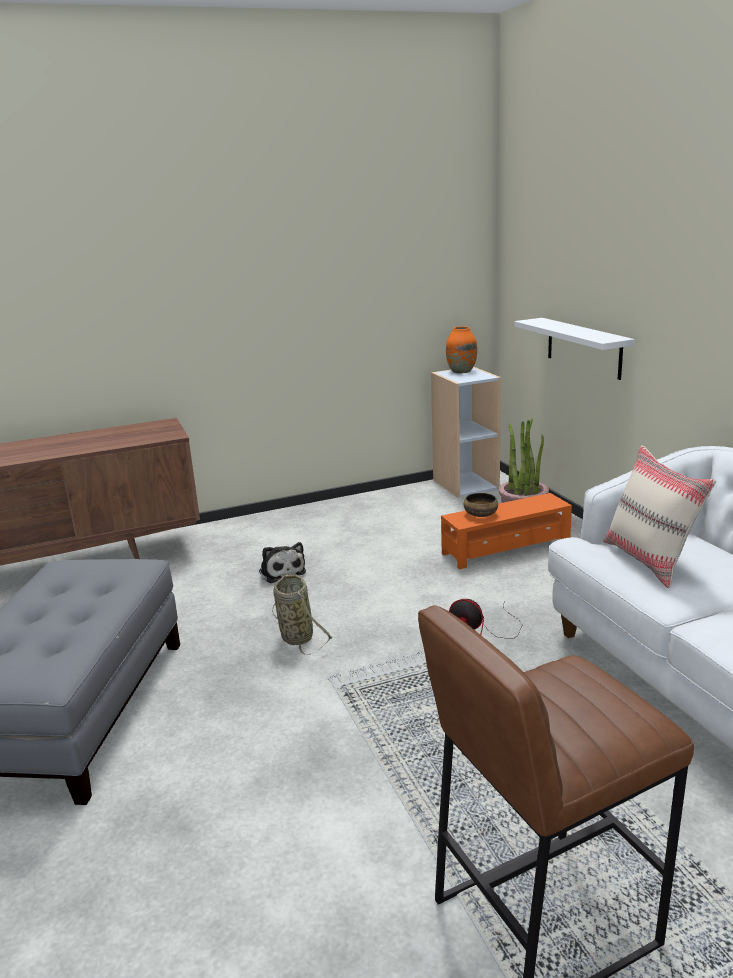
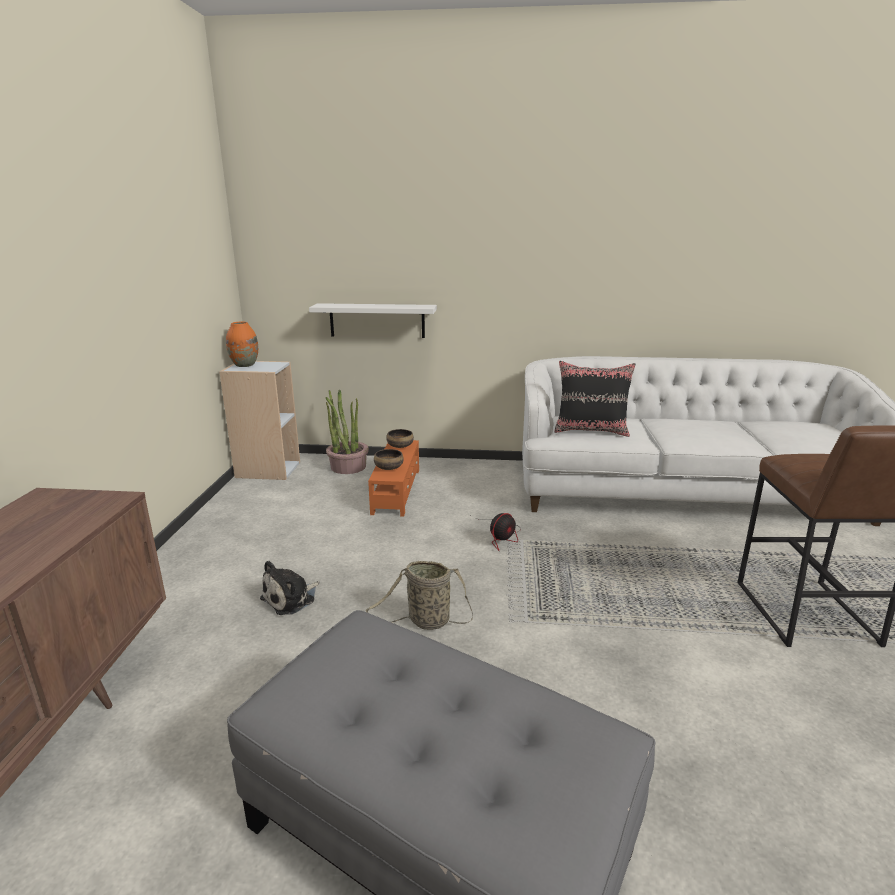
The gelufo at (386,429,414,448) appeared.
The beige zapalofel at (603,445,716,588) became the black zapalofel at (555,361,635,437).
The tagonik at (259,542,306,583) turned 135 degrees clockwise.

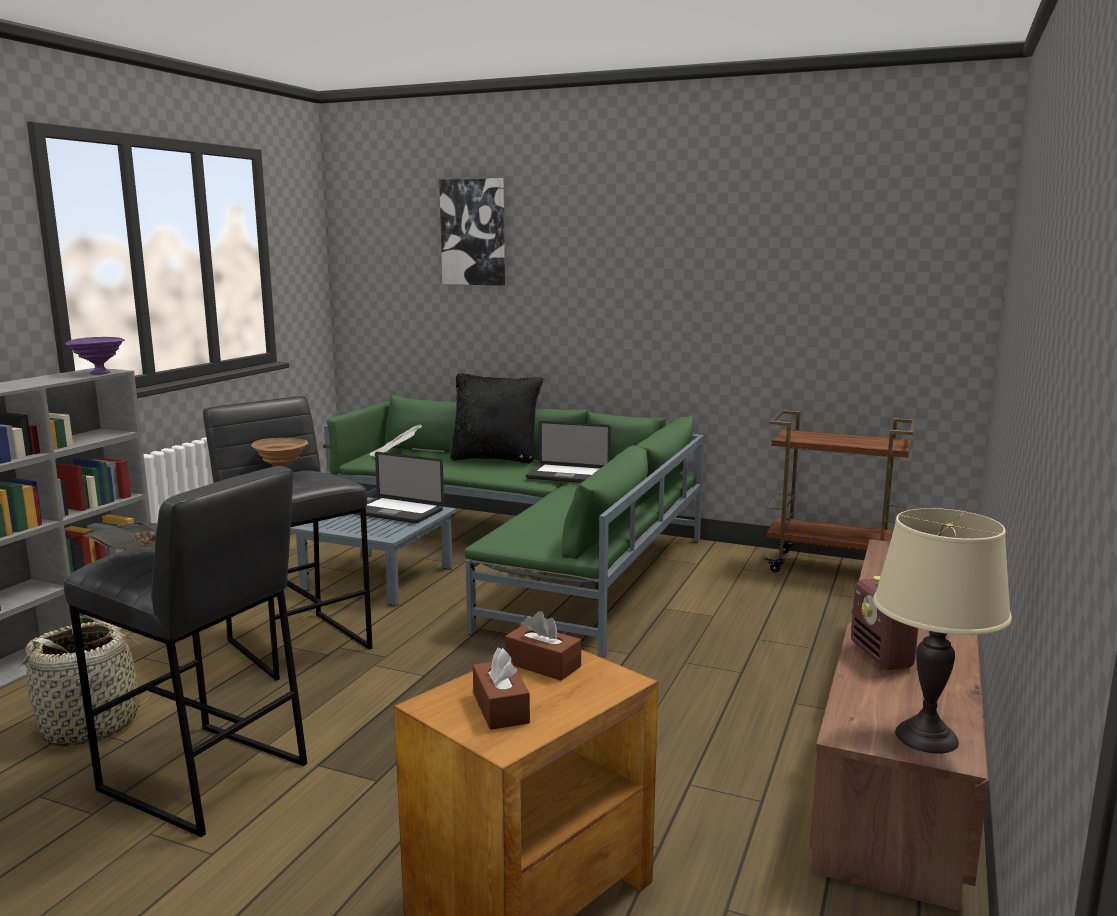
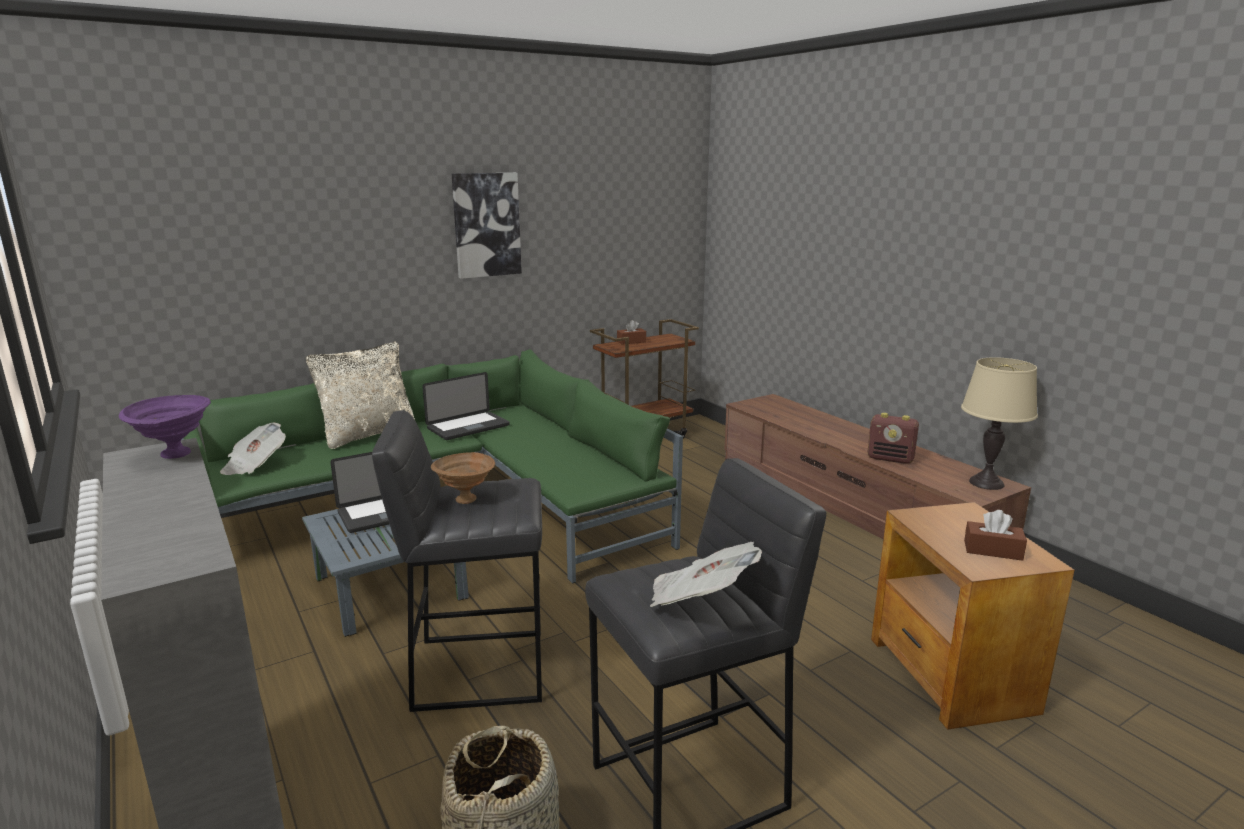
The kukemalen moved from (439,178,505,286) to (452,173,522,279).
The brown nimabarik moved from (505,611,581,681) to (617,320,646,345).
The black zapalofel at (450,373,544,463) became the beige zapalofel at (305,341,414,449).

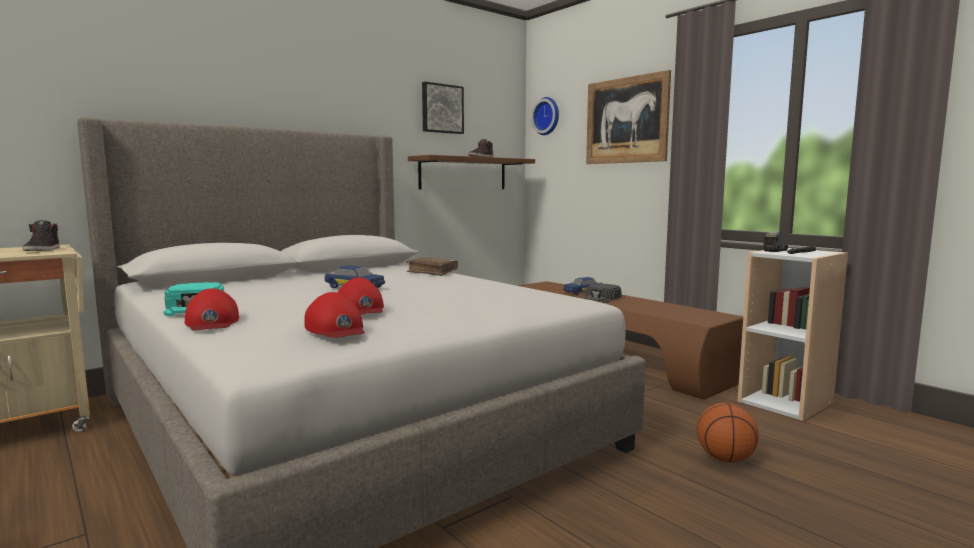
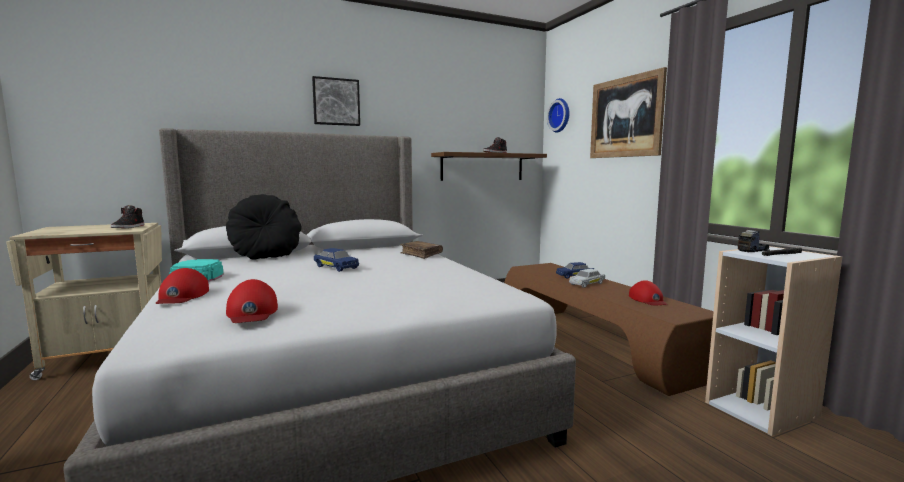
The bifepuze at (697,403,759,462) disappeared.
The black zapalofel at (226,194,302,260) appeared.
The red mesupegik moved from (338,277,384,314) to (629,280,668,305).
The kukemalen moved from (422,82,464,134) to (312,76,360,126).
The black mesupegik at (582,283,622,303) was replaced by the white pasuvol at (569,269,605,288).

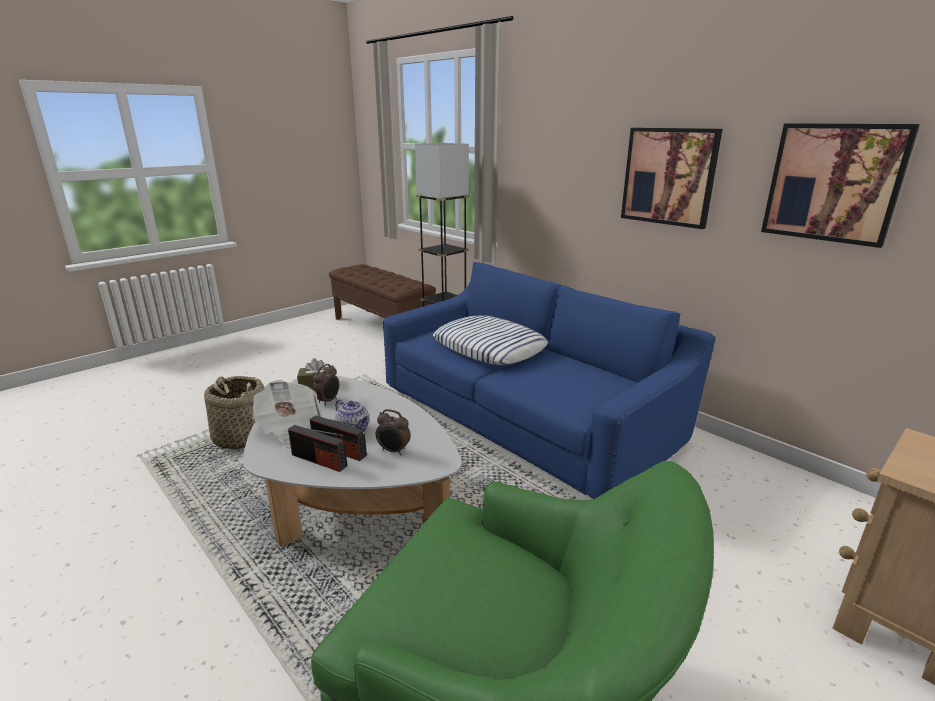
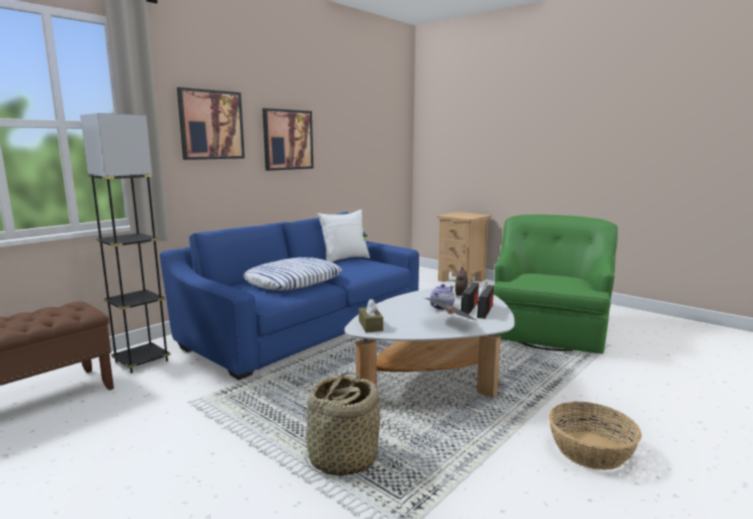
The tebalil at (312,364,339,406) disappeared.
The white zapalofel at (318,210,370,262) appeared.
The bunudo at (549,402,642,470) appeared.
The kukemalen moved from (761,123,920,248) to (177,87,245,160).

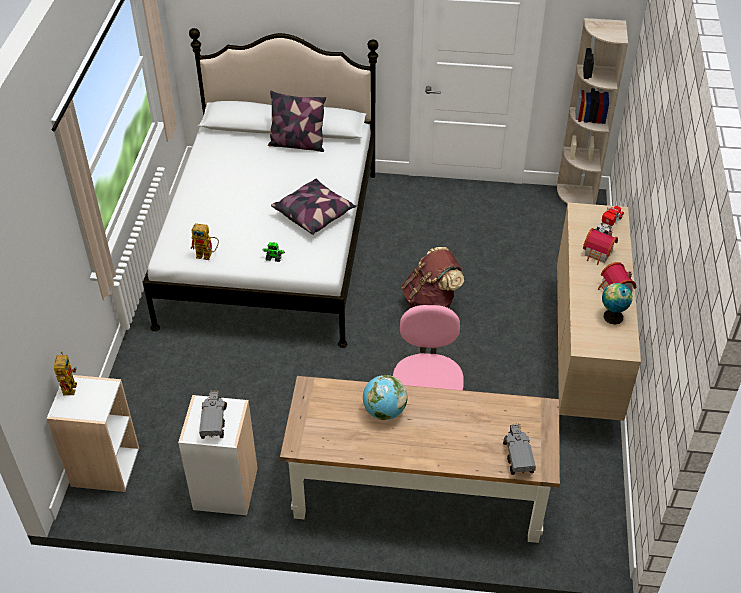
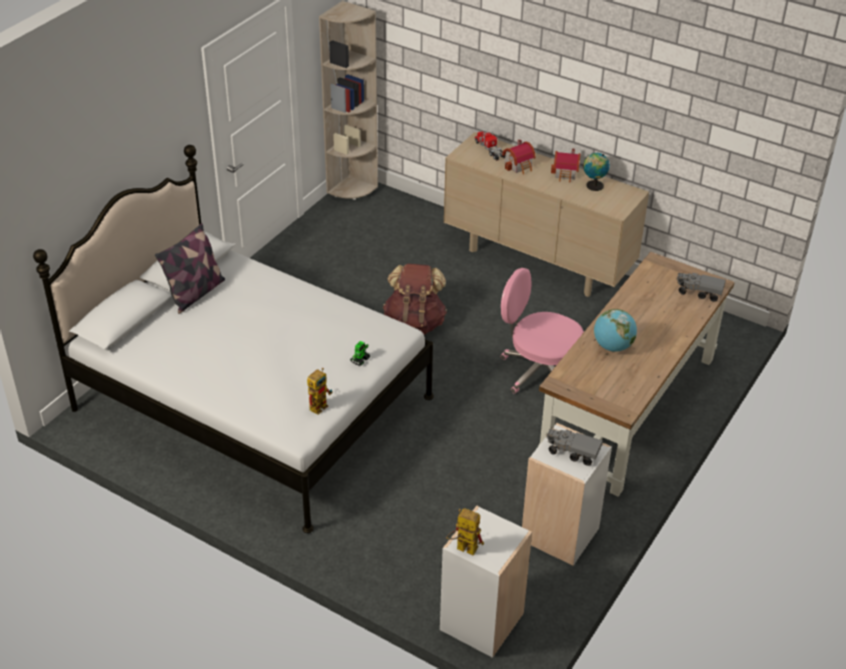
The zapalofel at (271,178,356,235) disappeared.

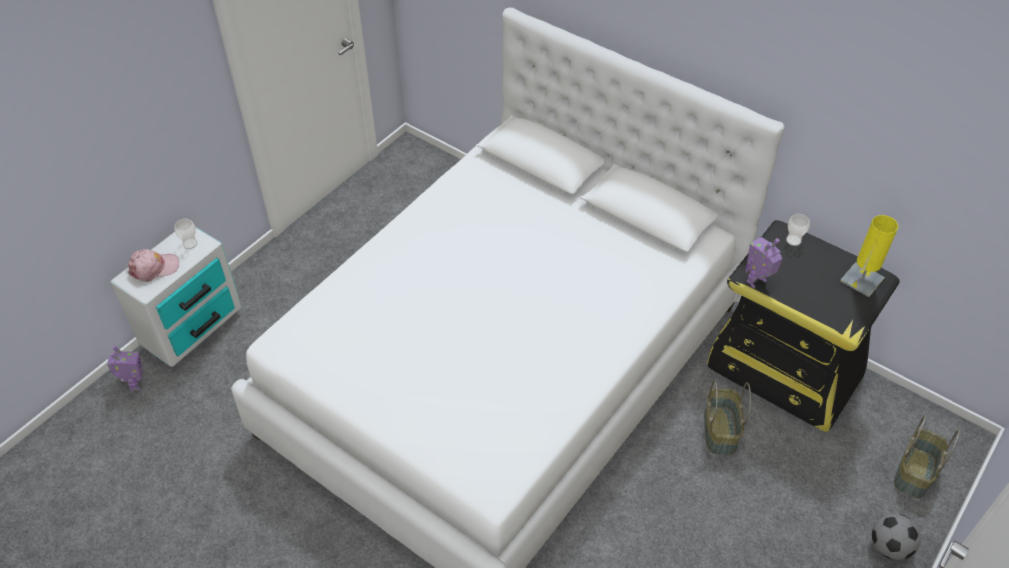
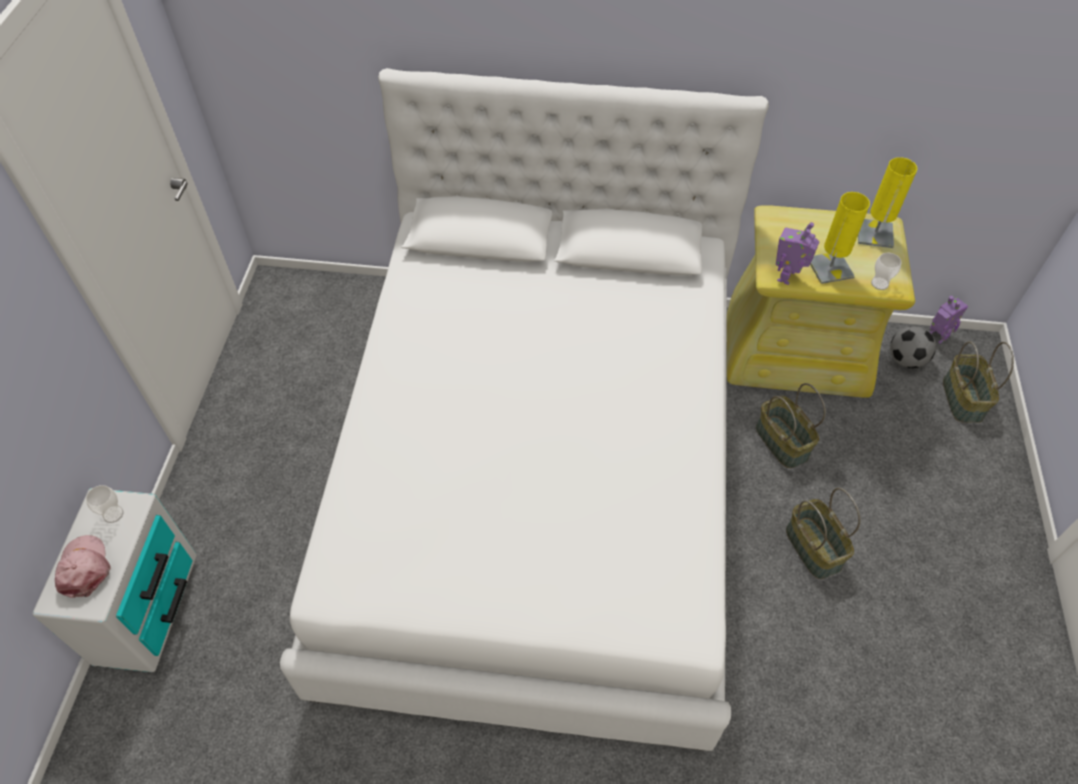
The bunudo at (786,488,860,579) appeared.
The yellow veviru at (810,192,870,284) appeared.
The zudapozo moved from (107,345,143,391) to (930,296,968,344).
The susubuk moved from (786,214,810,246) to (871,253,902,290).
The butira moved from (872,513,921,560) to (890,326,936,368).
The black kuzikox at (707,220,900,432) became the yellow kuzikox at (727,205,915,398).
The pink mesupegik at (127,249,179,282) turned 60 degrees counterclockwise.

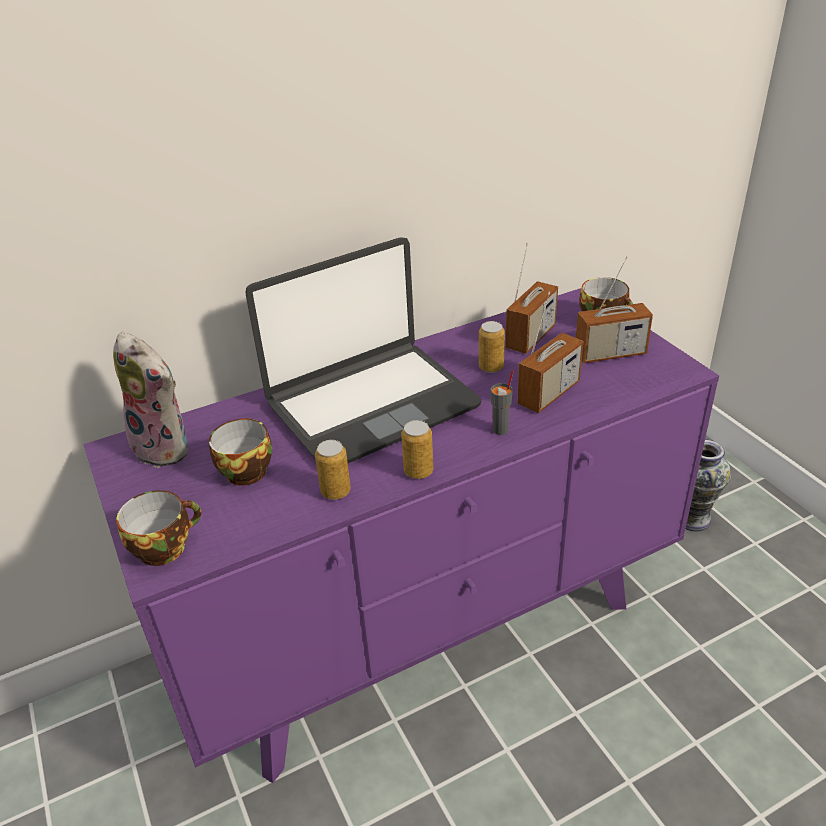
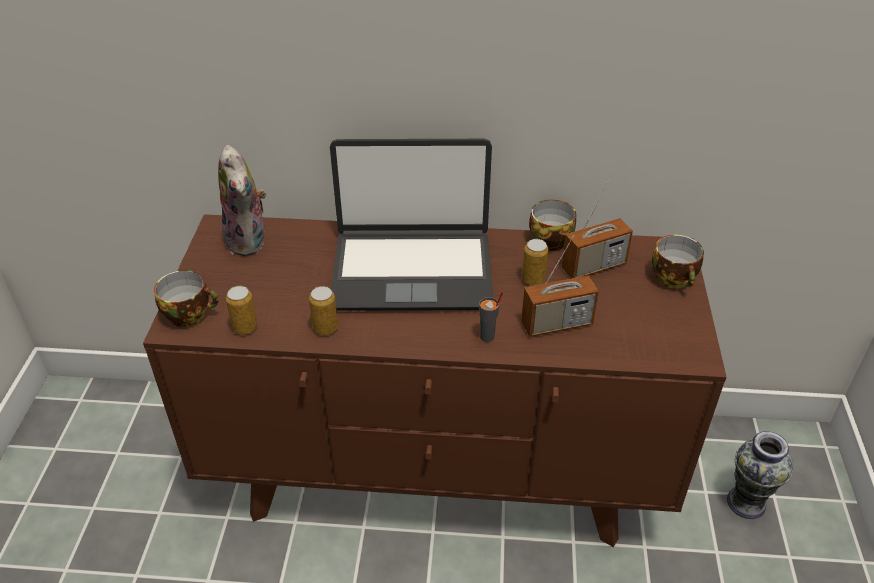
The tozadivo at (576,256,653,363) disappeared.
The susubuk moved from (209,418,272,486) to (529,200,576,251).
The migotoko moved from (401,420,433,479) to (226,286,258,335).
The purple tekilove at (83,288,719,783) became the brown tekilove at (143,214,727,547).

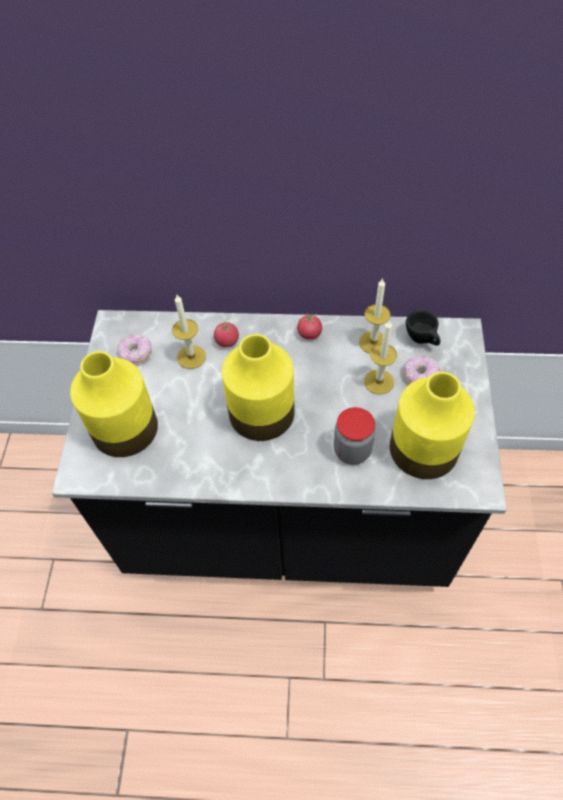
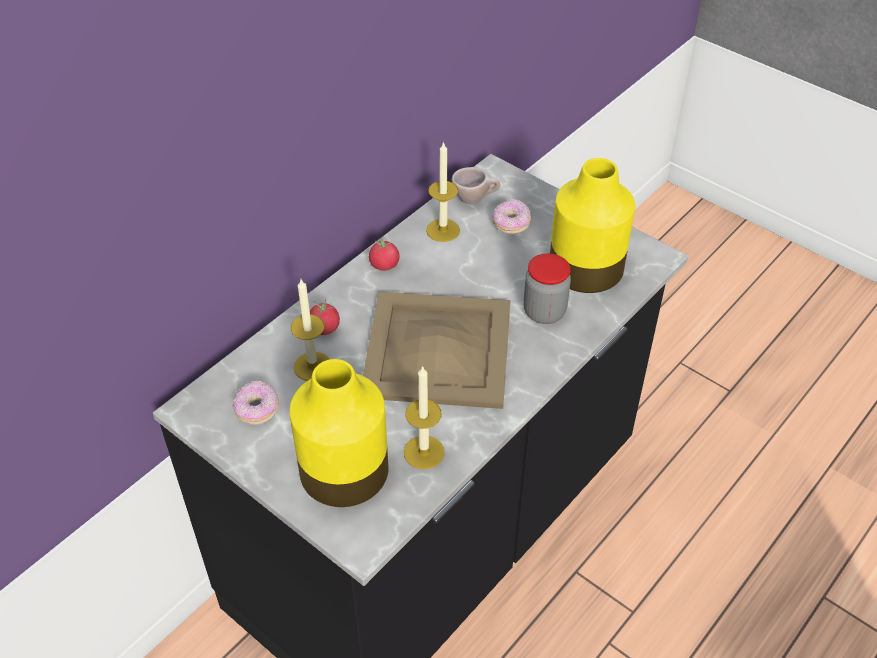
The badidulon moved from (364,320,397,394) to (404,365,444,469).
The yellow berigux at (222,334,295,441) was replaced by the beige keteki at (363,291,510,409).
The black susubuk at (406,310,440,346) became the beige susubuk at (452,167,500,204).

